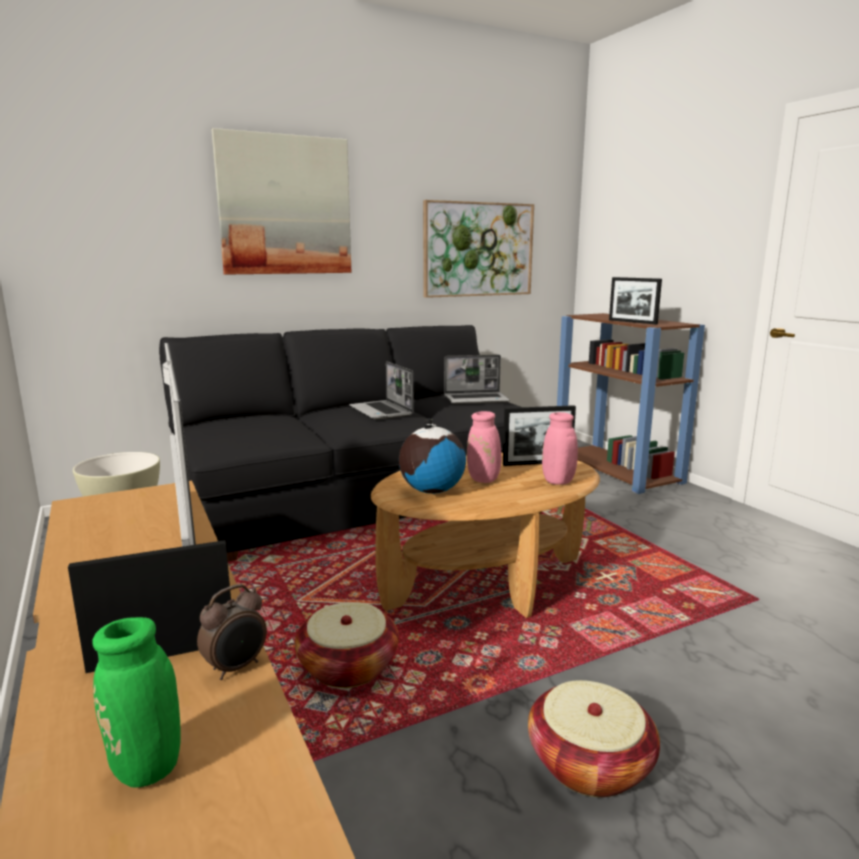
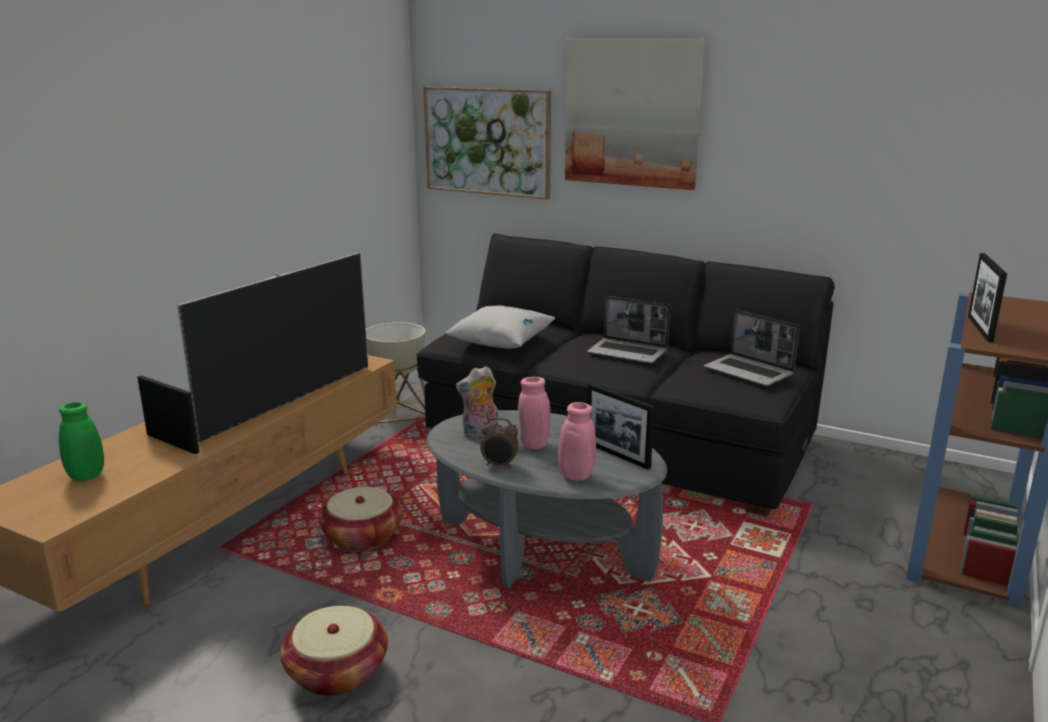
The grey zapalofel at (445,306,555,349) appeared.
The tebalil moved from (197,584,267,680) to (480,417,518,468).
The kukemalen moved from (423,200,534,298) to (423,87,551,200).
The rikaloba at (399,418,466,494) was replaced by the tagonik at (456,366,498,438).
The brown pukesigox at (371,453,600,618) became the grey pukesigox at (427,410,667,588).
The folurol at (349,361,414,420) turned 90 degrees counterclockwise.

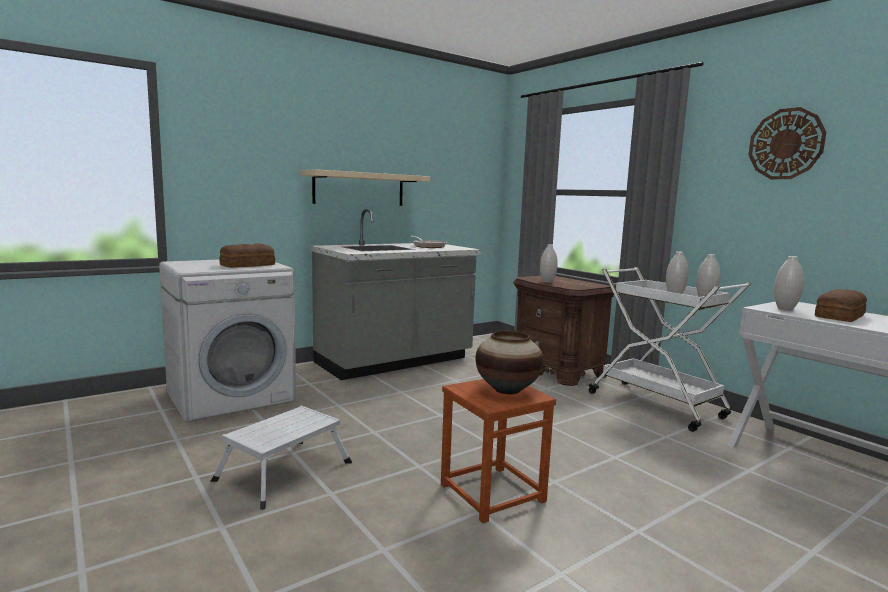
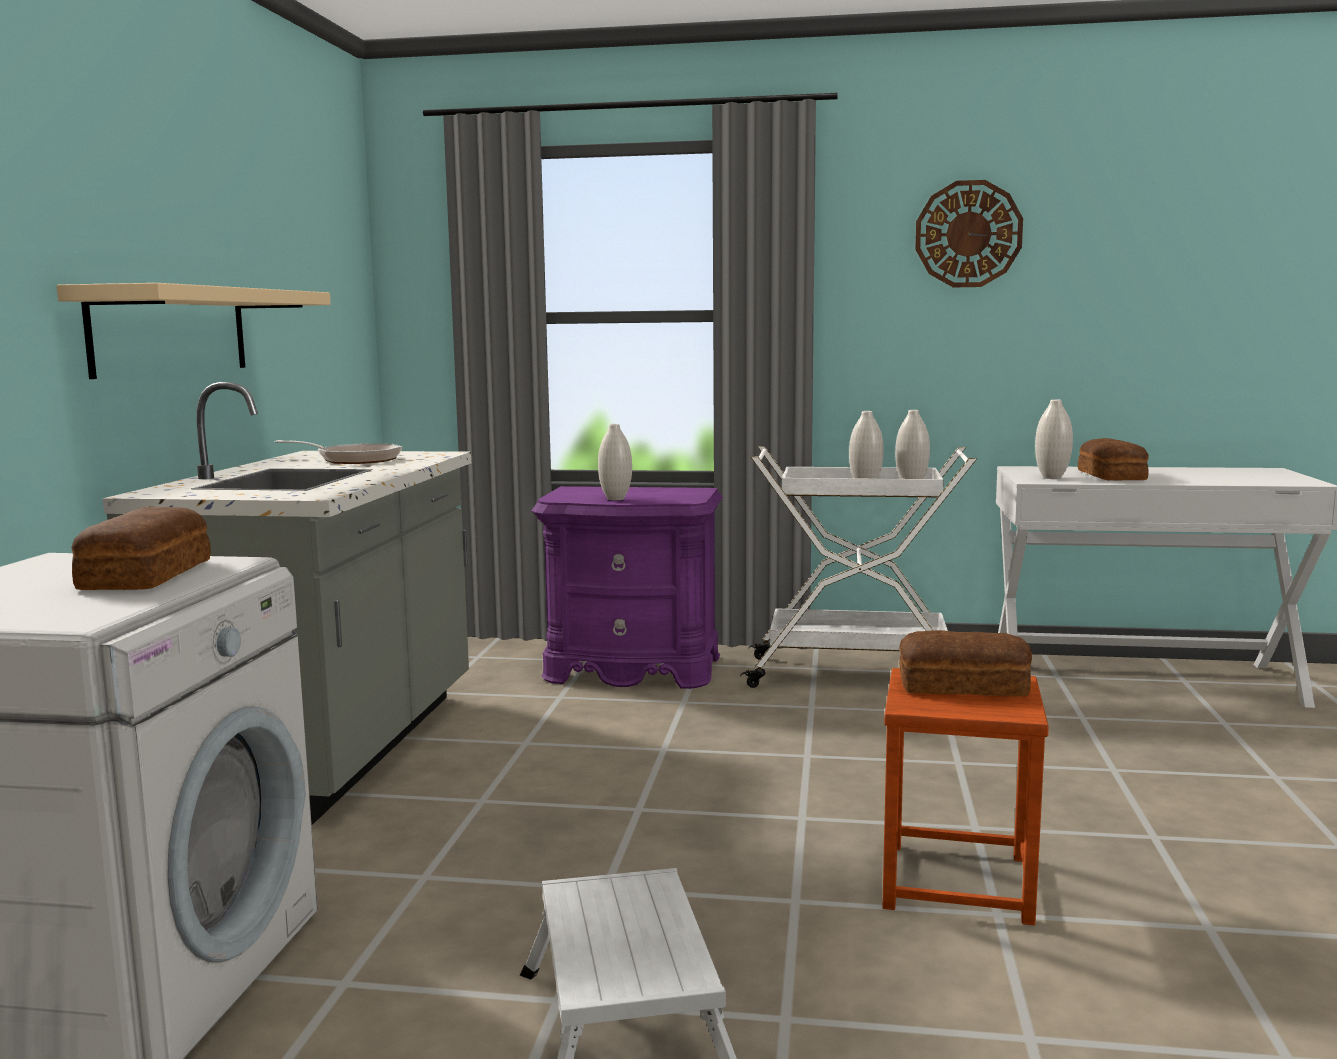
The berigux at (475,331,543,395) was replaced by the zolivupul at (899,630,1032,697).
The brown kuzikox at (513,275,614,386) became the purple kuzikox at (531,486,723,689).

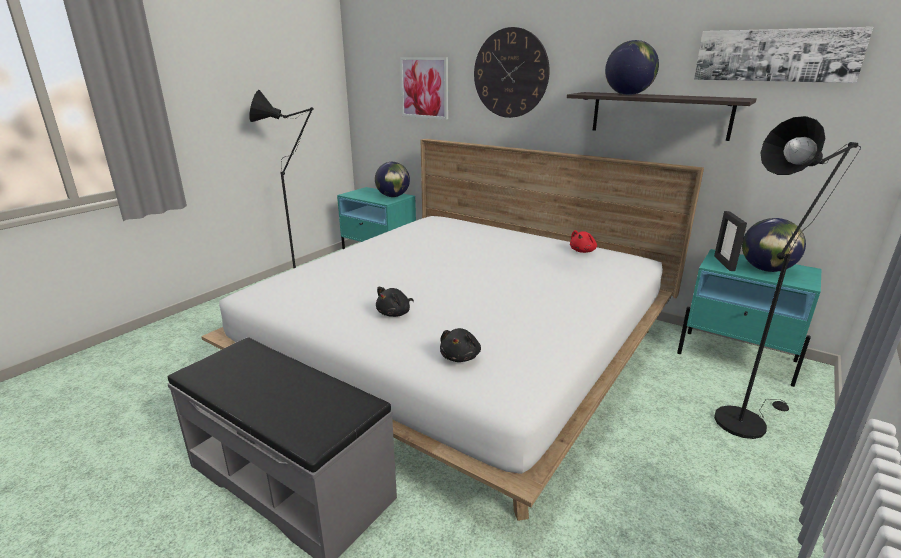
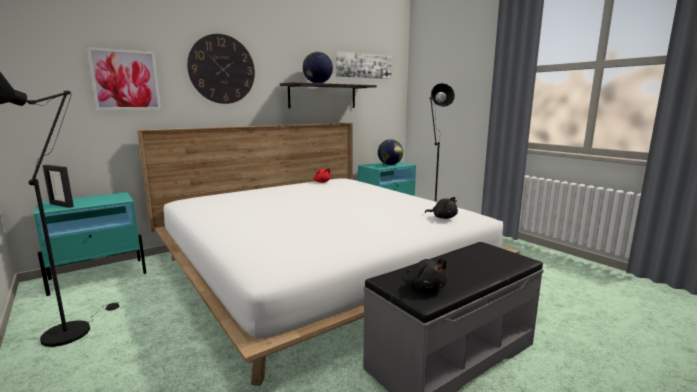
The rikaloba at (375,162,410,197) disappeared.
The black tagonik moved from (376,287,414,317) to (406,259,447,291).
The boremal moved from (714,211,747,271) to (43,165,74,208).

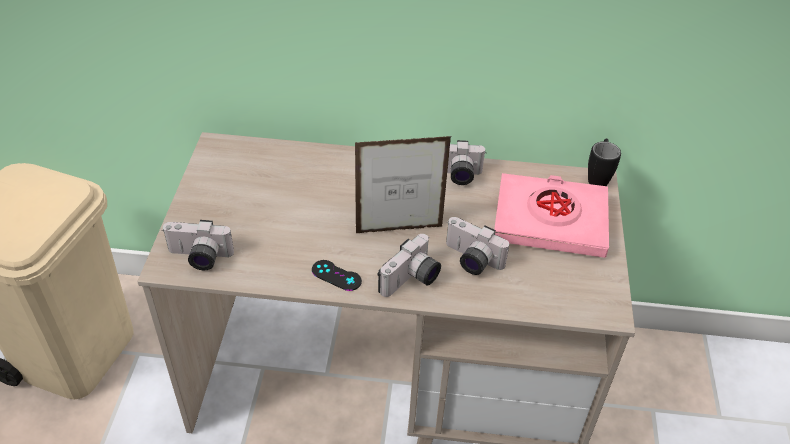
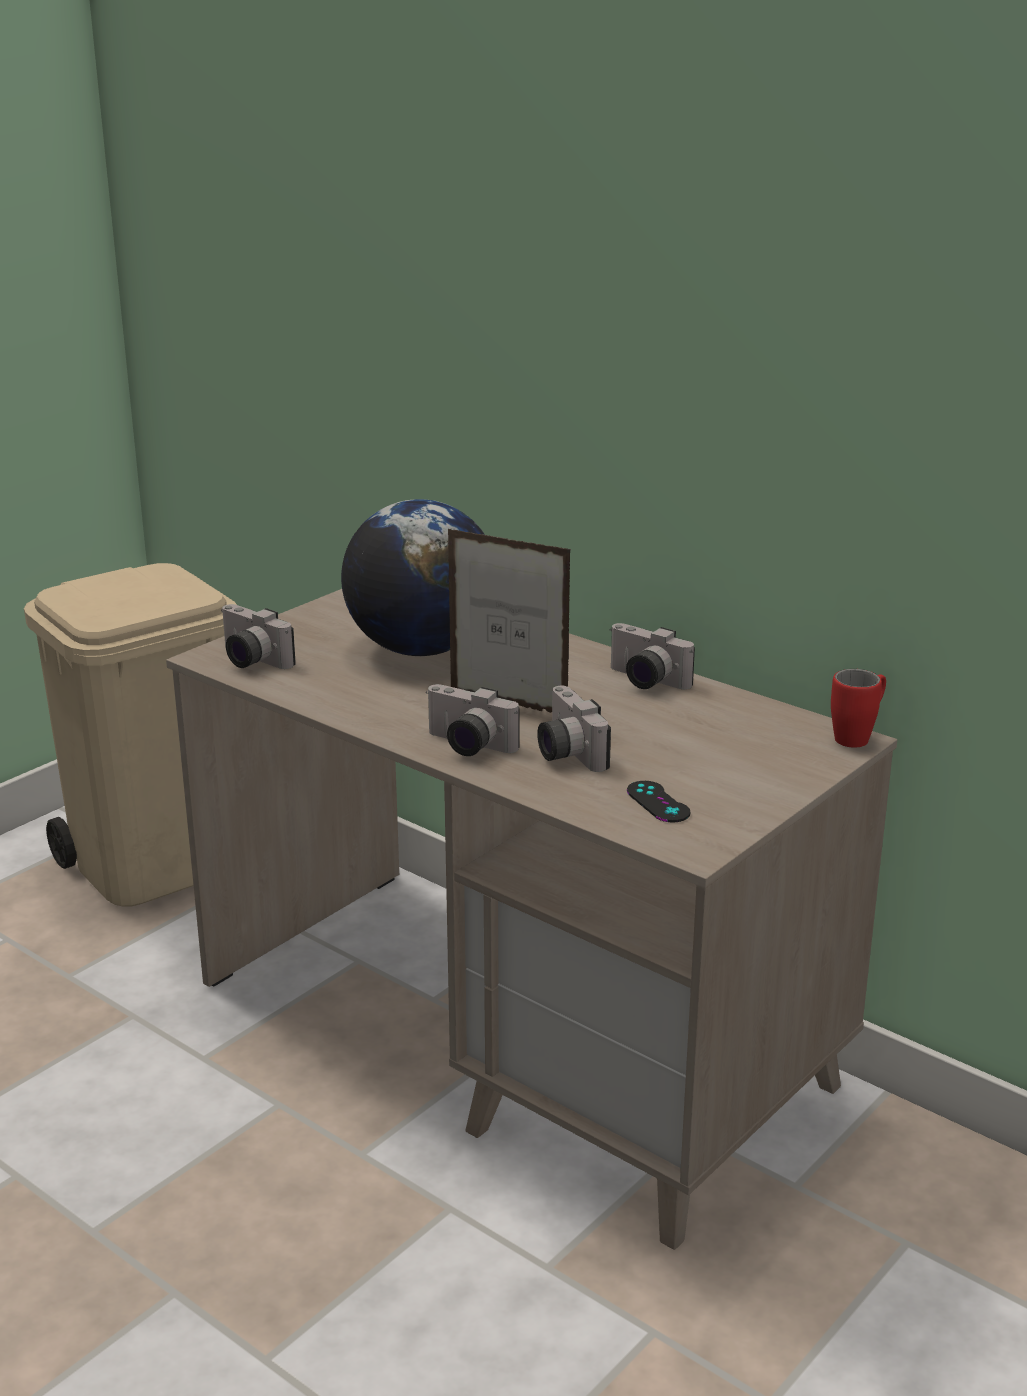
The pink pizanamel at (494,173,609,258) disappeared.
The rikaloba at (341,499,485,656) appeared.
The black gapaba moved from (312,260,362,291) to (627,781,690,823).
The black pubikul at (588,139,621,186) became the red pubikul at (831,669,886,748).
The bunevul at (377,234,441,297) turned 45 degrees clockwise.

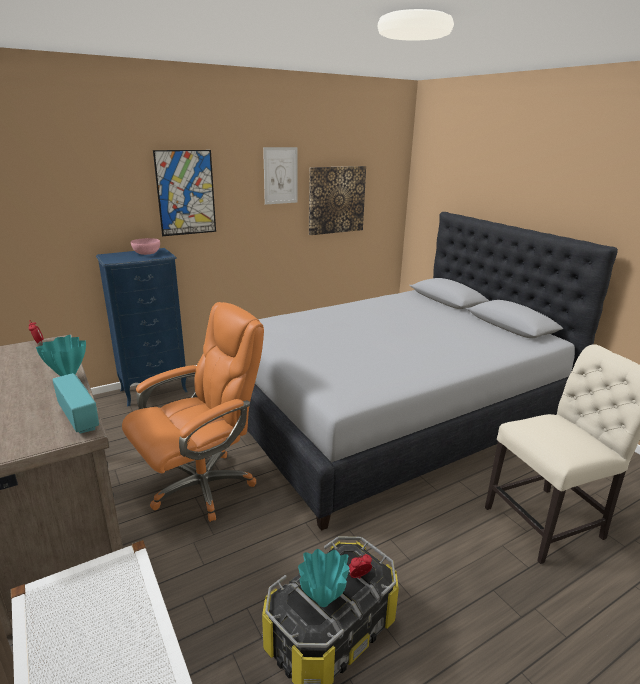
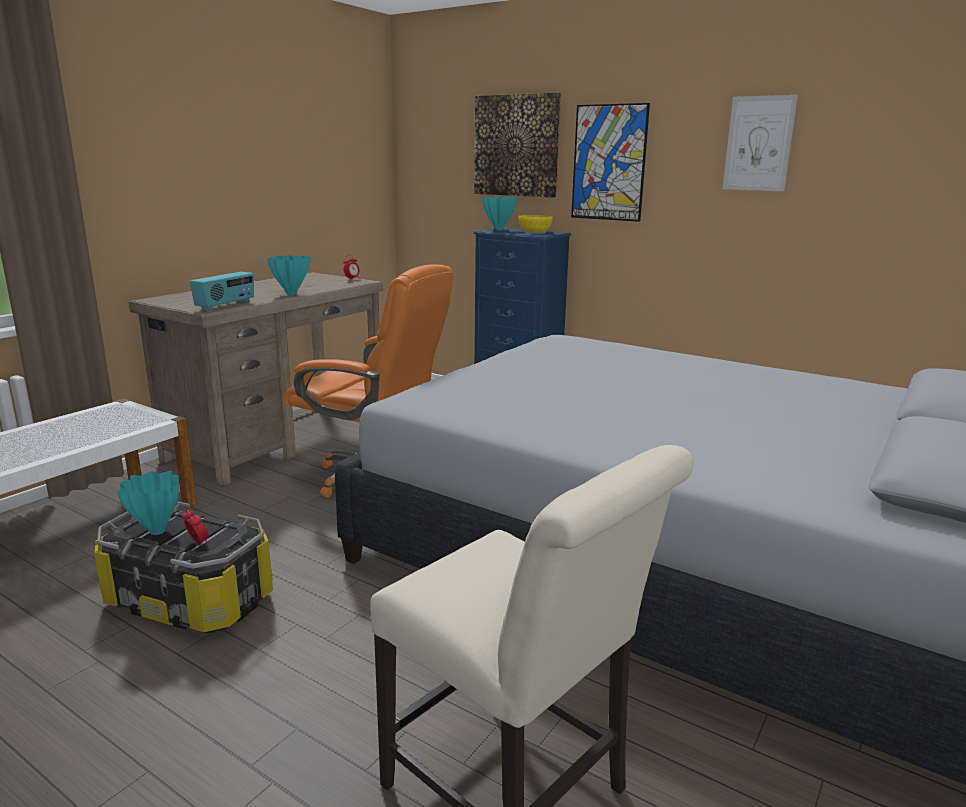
The turquoise berigux at (482,197,517,230) appeared.
The kukemalen moved from (309,166,366,235) to (474,93,561,197).
The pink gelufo at (131,238,160,255) became the yellow gelufo at (518,215,553,232).

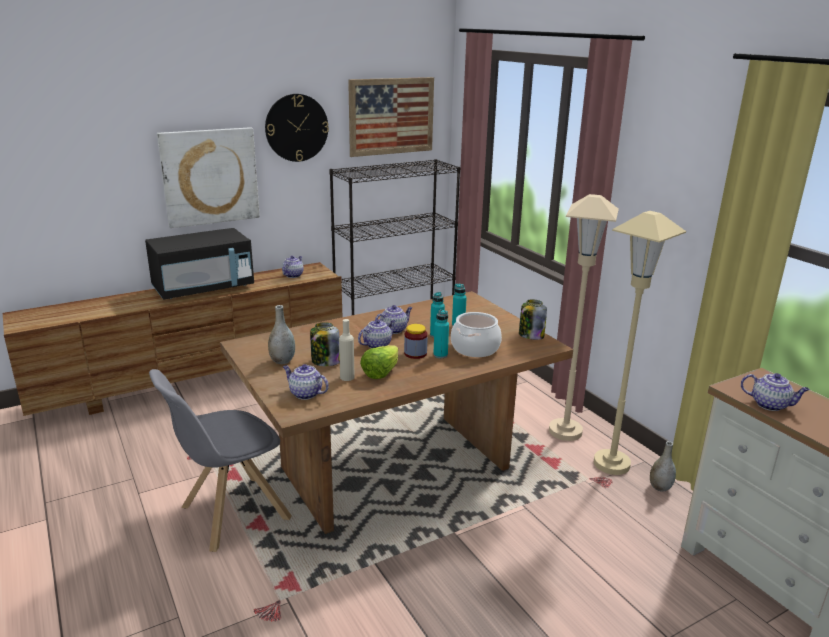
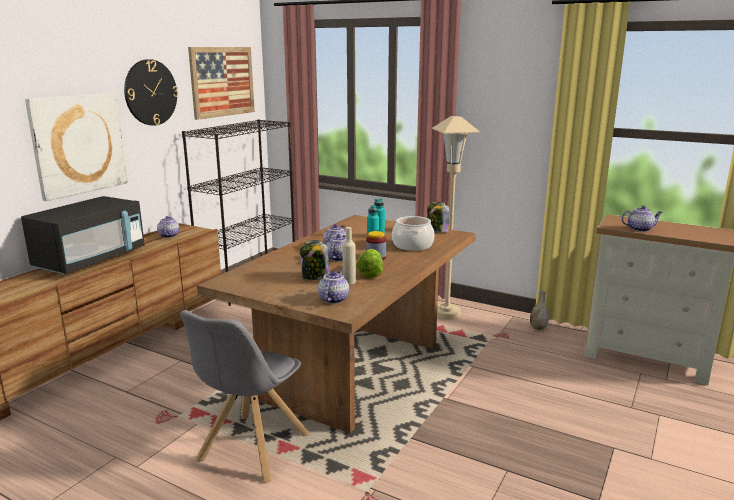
The grey berigux at (268,305,295,364) disappeared.
The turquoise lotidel at (433,309,449,358) disappeared.
The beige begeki at (594,211,686,475) disappeared.
The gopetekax at (283,364,329,400) turned 105 degrees clockwise.

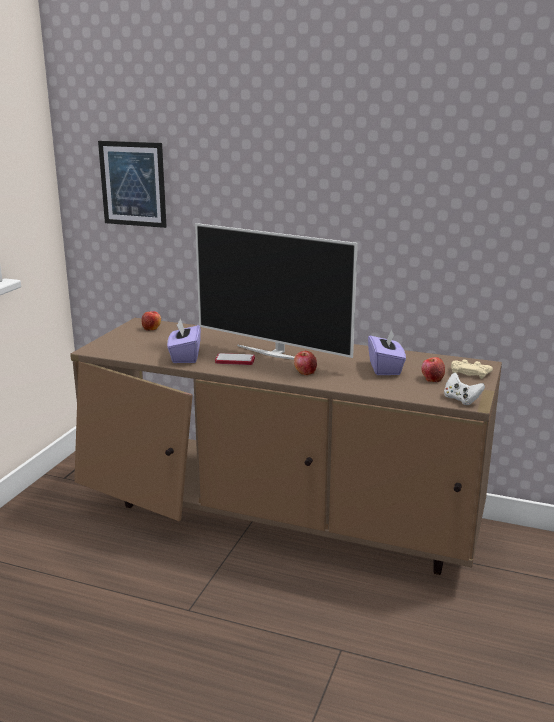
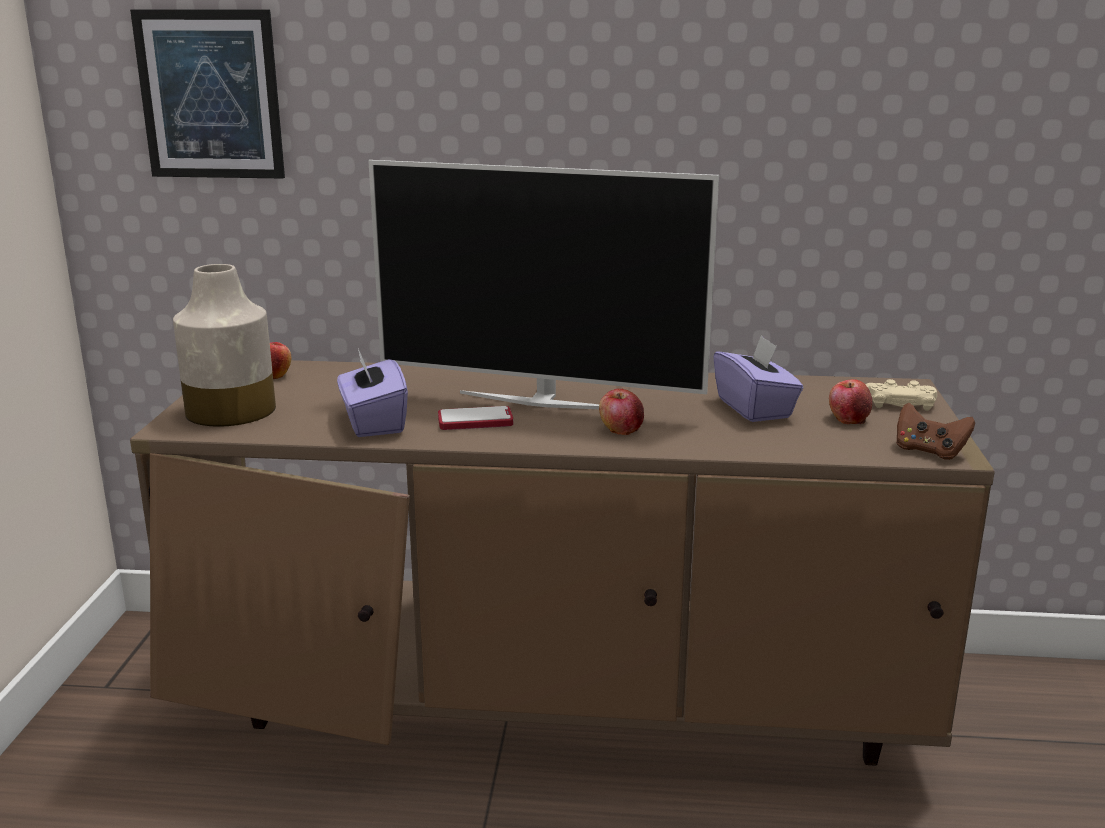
The beige berigux at (173,264,276,427) appeared.
The white gapaba at (444,373,485,405) became the brown gapaba at (896,402,975,460).

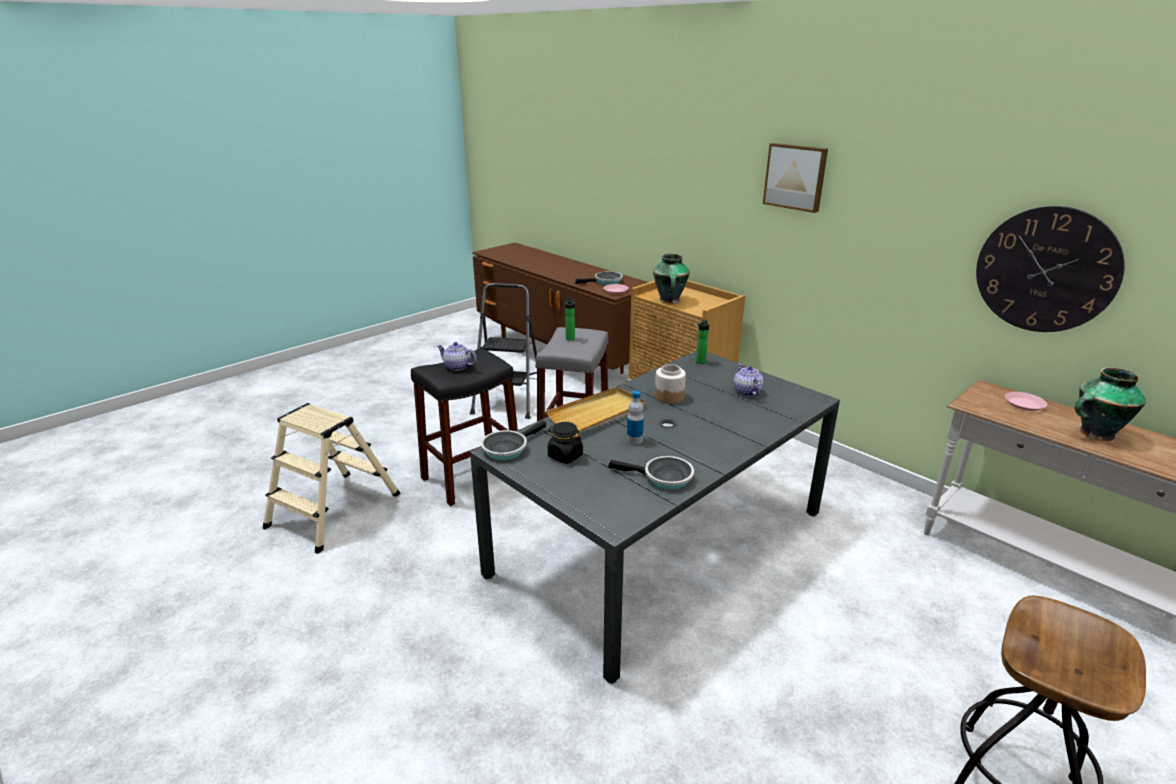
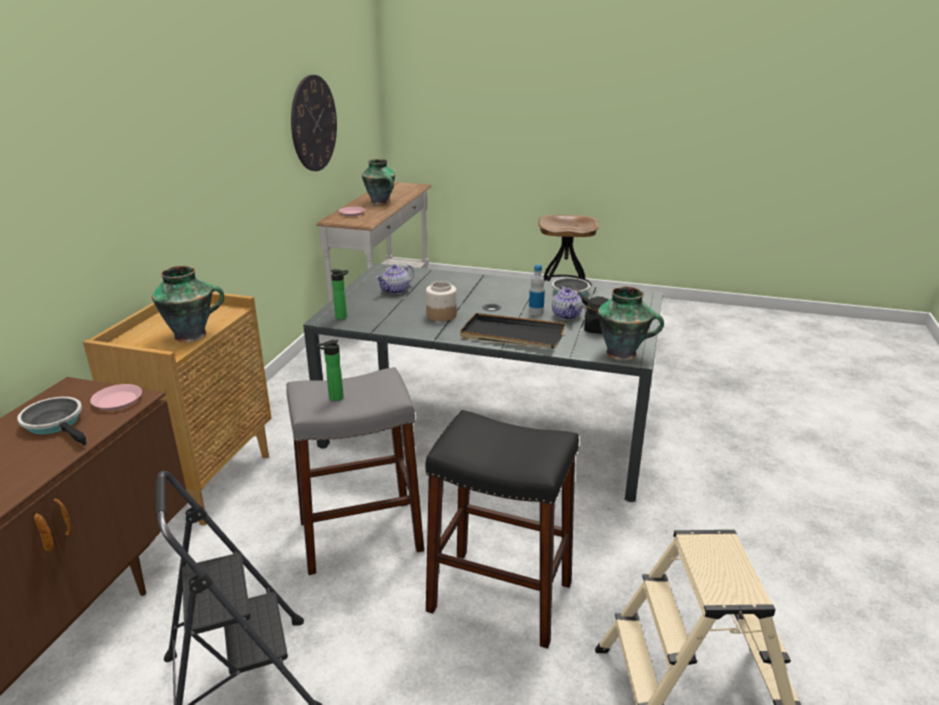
The kukemalen at (763,143,828,213) disappeared.
The gopetekax moved from (437,342,477,371) to (552,286,582,320).
The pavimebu at (481,420,546,460) was replaced by the berigux at (598,287,664,361).
The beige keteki at (546,387,646,433) became the black keteki at (460,313,566,349).

